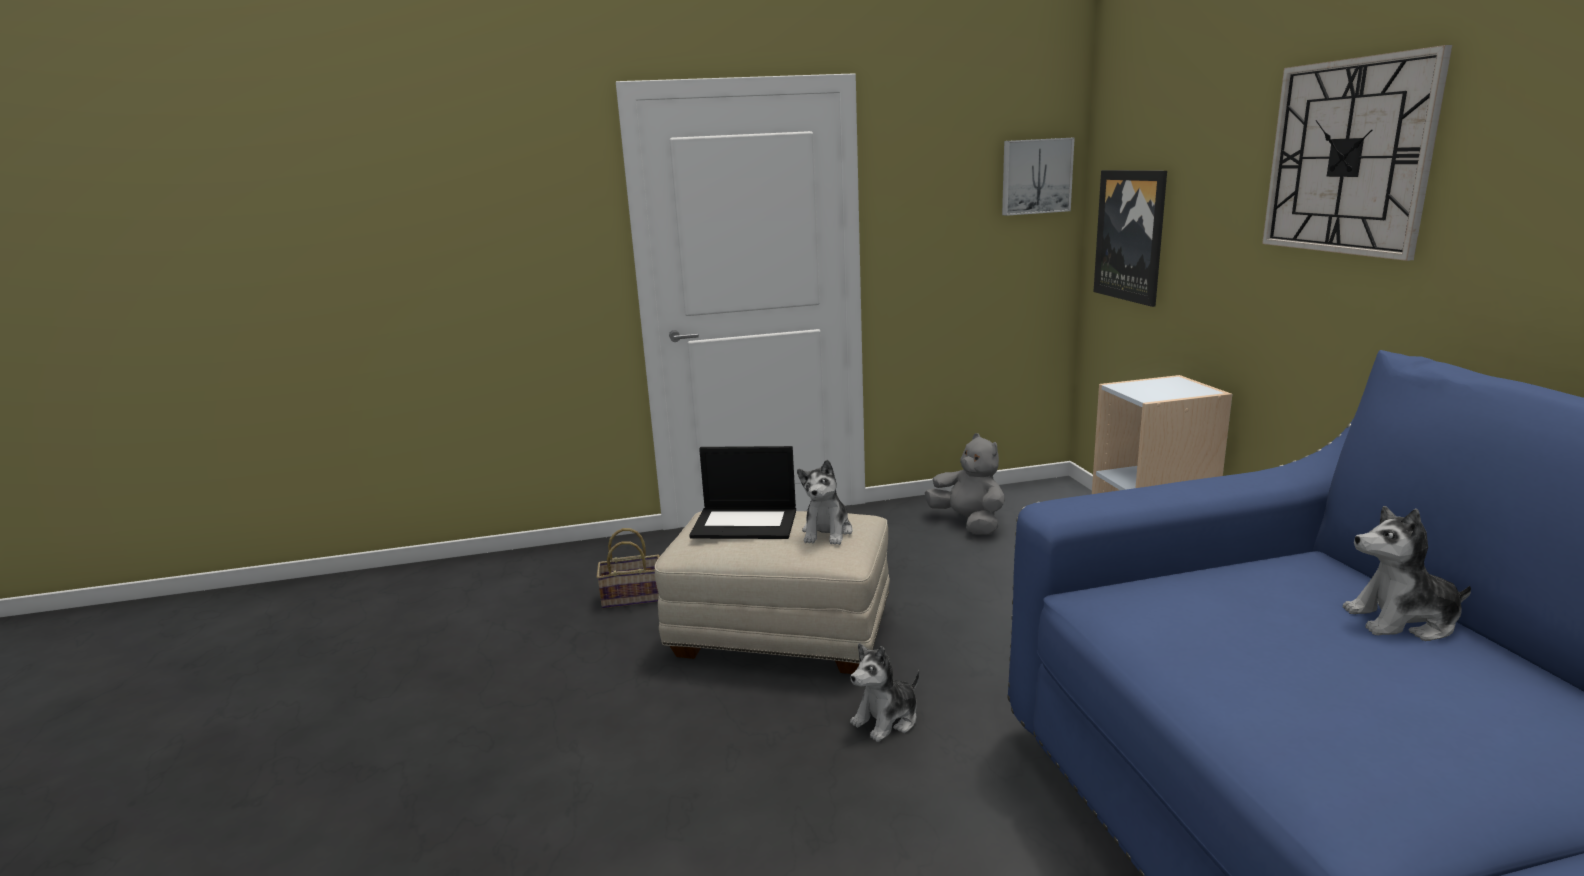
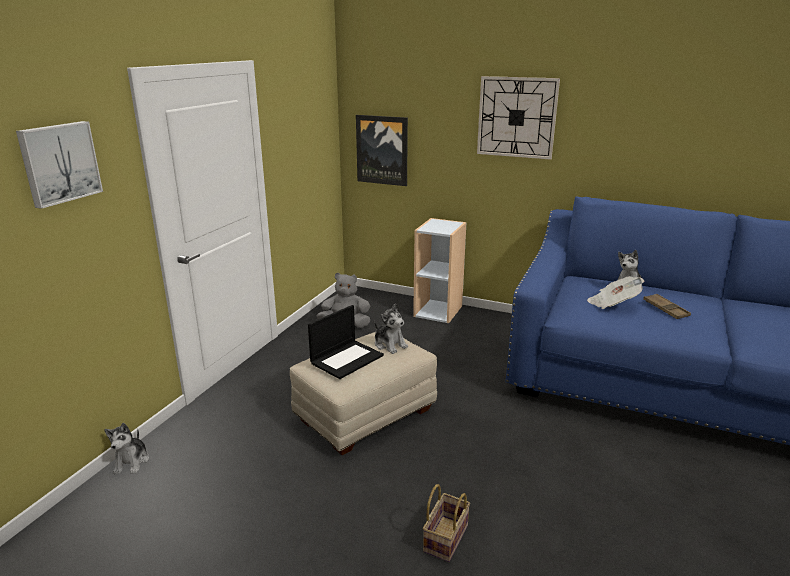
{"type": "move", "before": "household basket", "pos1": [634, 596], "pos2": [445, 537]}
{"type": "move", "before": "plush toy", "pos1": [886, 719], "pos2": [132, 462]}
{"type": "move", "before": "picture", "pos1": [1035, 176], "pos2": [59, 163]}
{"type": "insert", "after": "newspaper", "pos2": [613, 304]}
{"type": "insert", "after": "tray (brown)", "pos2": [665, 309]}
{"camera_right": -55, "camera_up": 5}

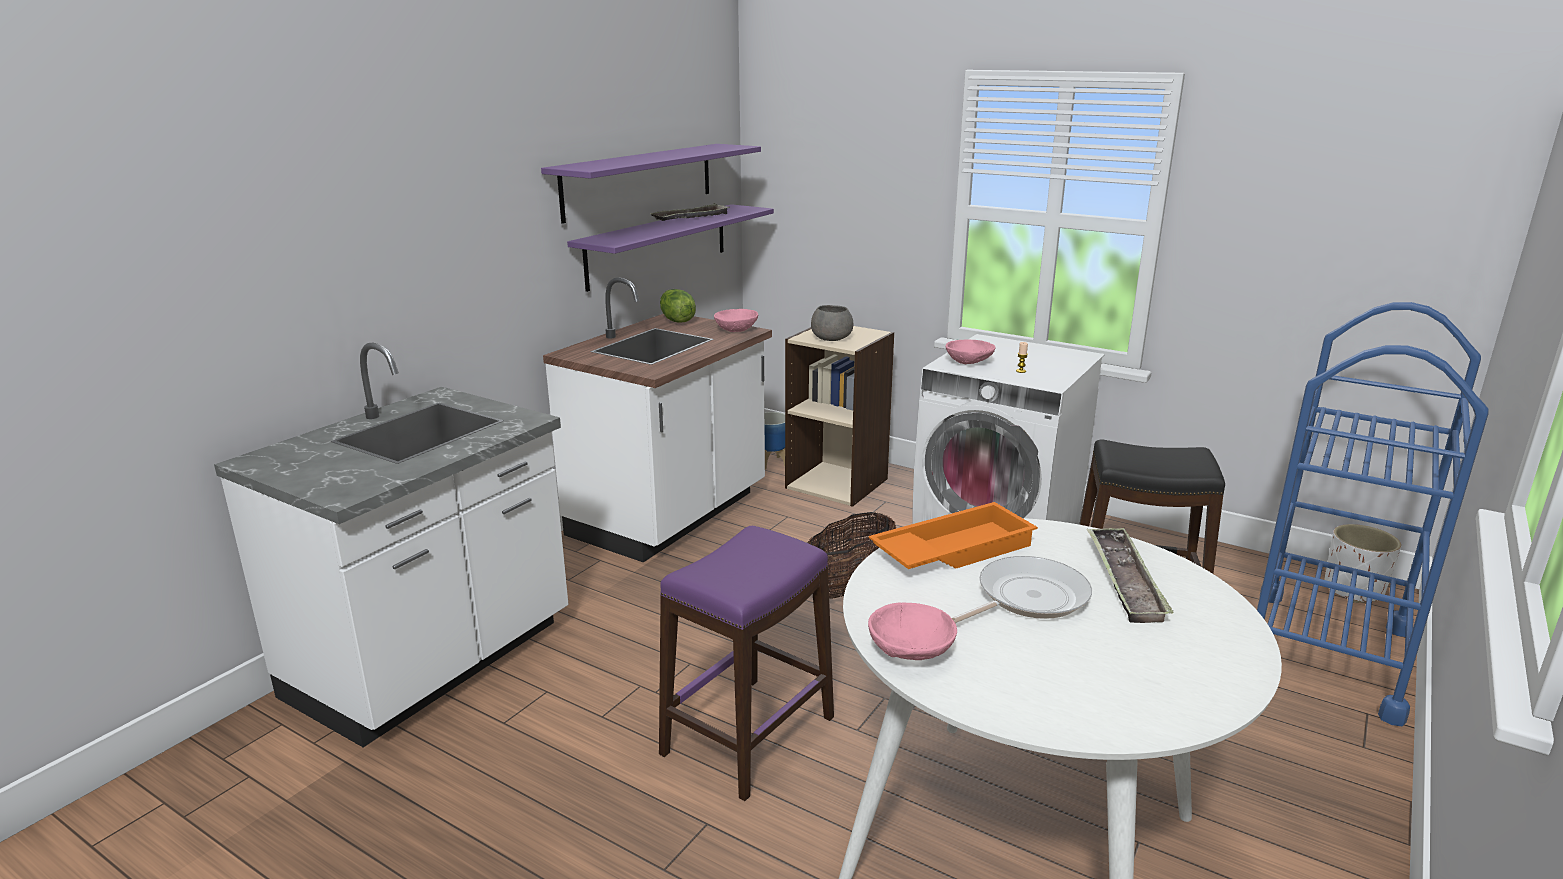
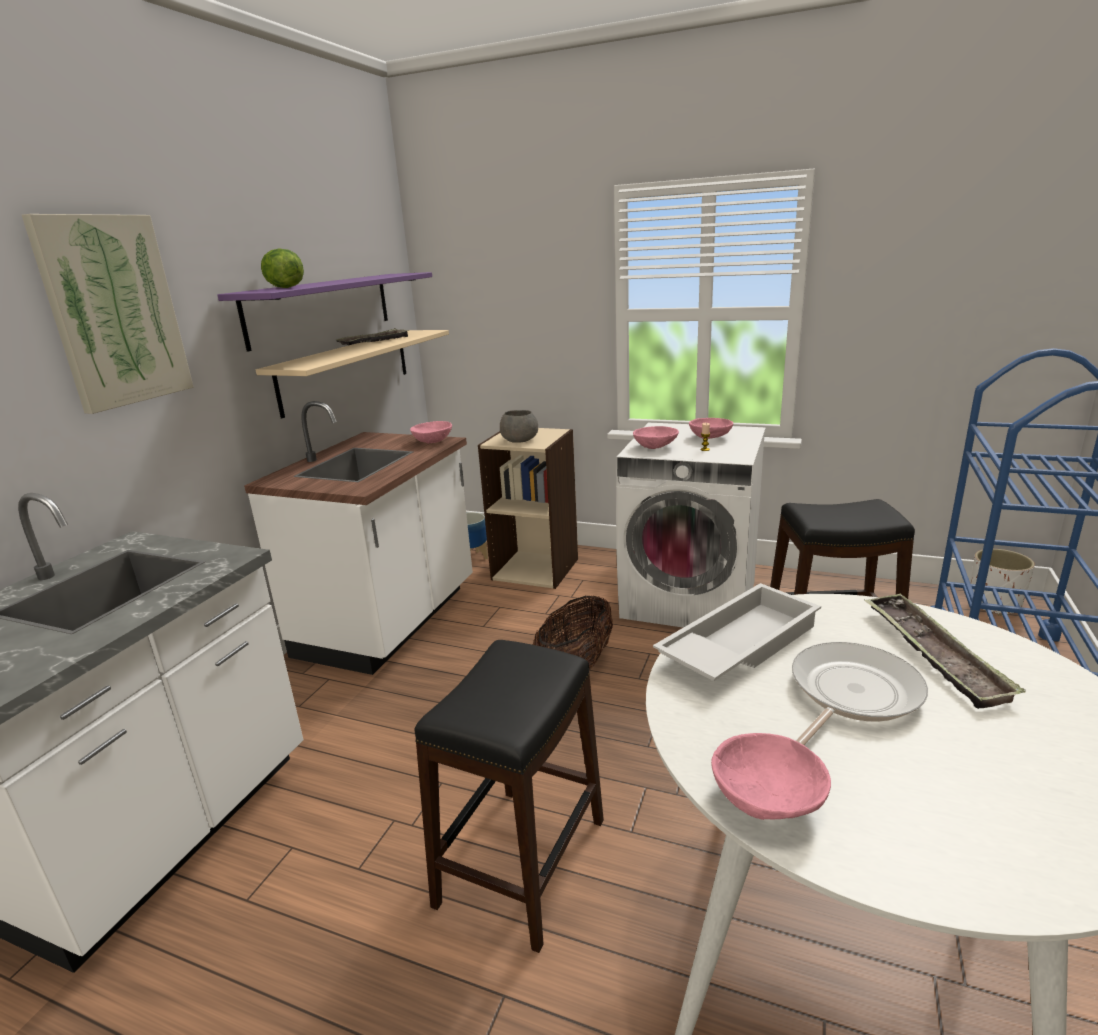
{"type": "recolor", "before": "shelf (purplish)", "after": "shelf (beige-coloured)", "pos1": [658, 245], "pos2": [347, 370]}
{"type": "recolor", "before": "sitting stool (purplish)", "after": "sitting stool (black-coloured)", "pos1": [747, 735], "pos2": [521, 861]}
{"type": "move", "before": "lettuce head", "pos1": [676, 320], "pos2": [283, 287]}
{"type": "recolor", "before": "tray (orange-coloured)", "after": "tray (white-coloured)", "pos1": [952, 549], "pos2": [737, 644]}
{"type": "insert", "after": "picture", "pos2": [114, 311]}
{"type": "insert", "after": "serving bowl (pinkish)", "pos2": [711, 438]}
{"camera_right": -10, "camera_up": 0}

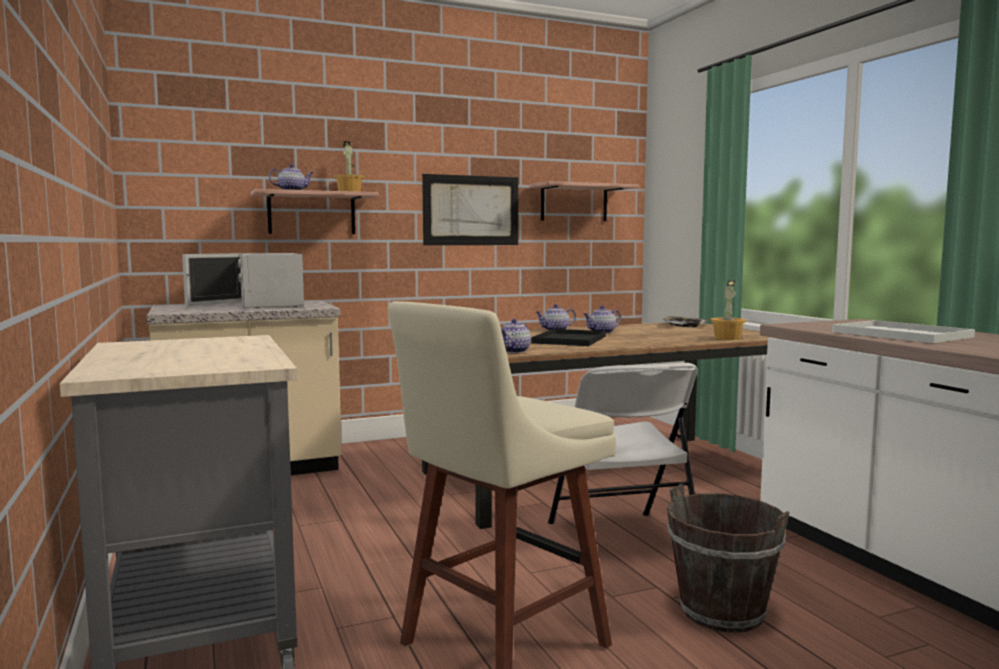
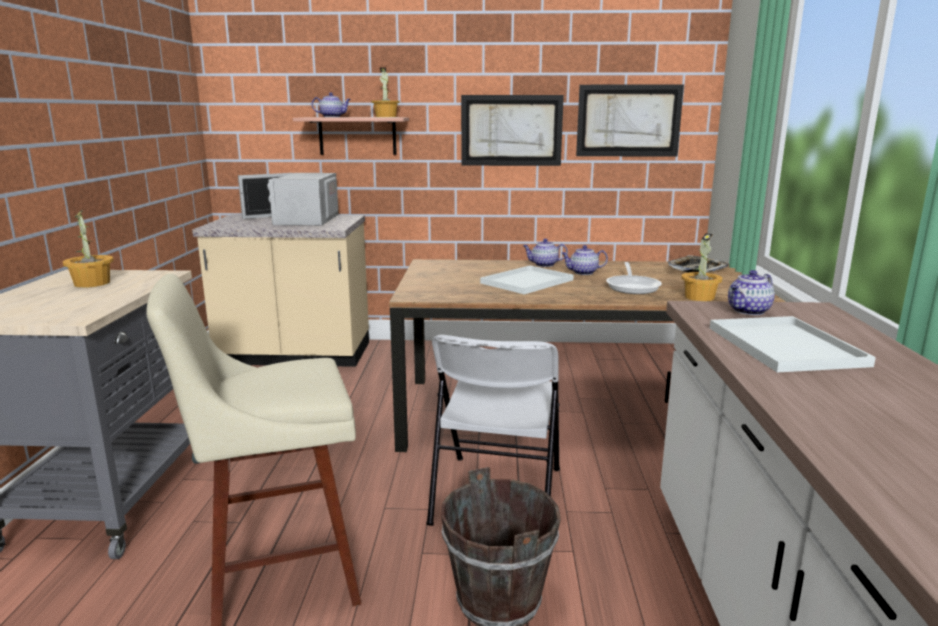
{"type": "move", "before": "tea pot", "pos1": [514, 351], "pos2": [748, 311]}
{"type": "replace", "before": "shelf", "after": "picture", "pos1": [574, 203], "pos2": [628, 121]}
{"type": "recolor", "before": "tray (black-coloured)", "after": "tray (white-coloured)", "pos1": [570, 340], "pos2": [526, 282]}
{"type": "insert", "after": "potted plant", "pos2": [93, 283]}
{"type": "insert", "after": "frying pan", "pos2": [633, 287]}
{"camera_right": 25, "camera_up": 10}

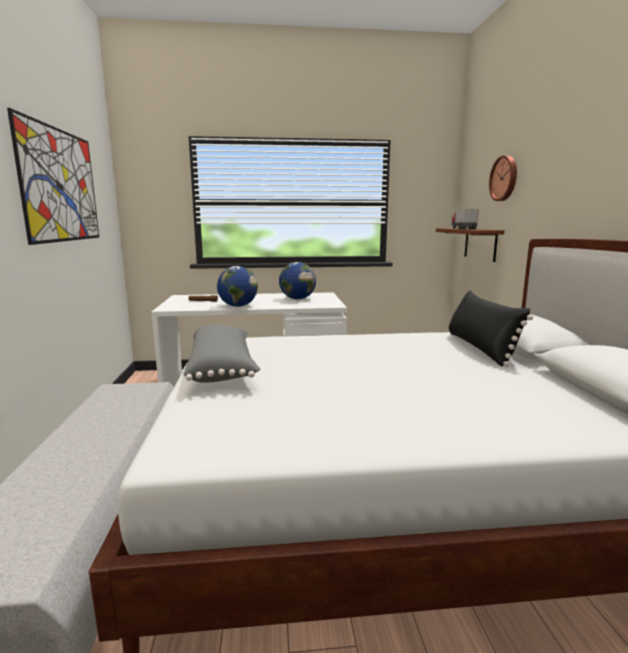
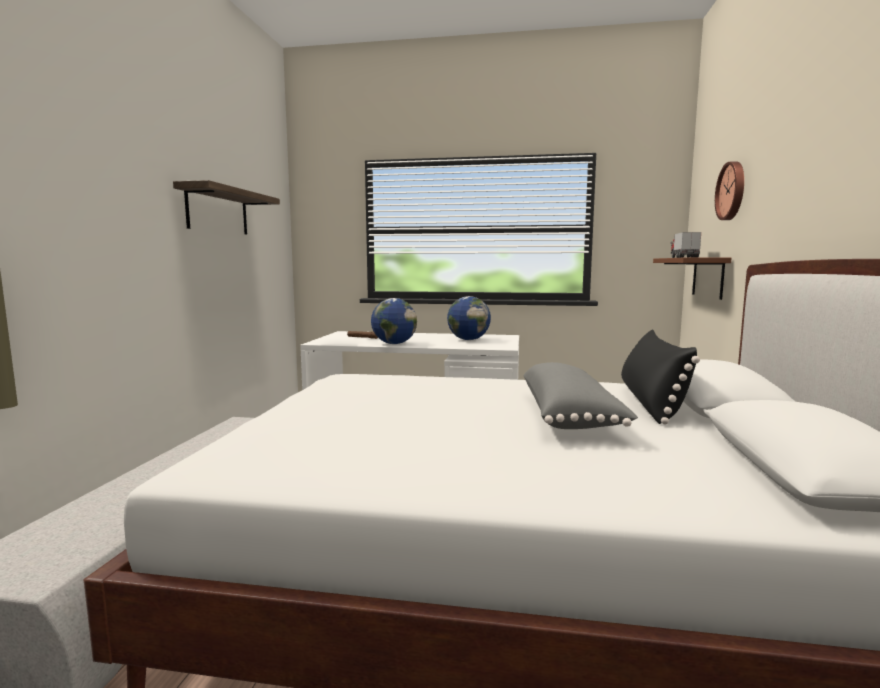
{"type": "replace", "before": "picture", "after": "shelf", "pos1": [61, 185], "pos2": [218, 211]}
{"type": "move", "before": "pillow (grey)", "pos1": [223, 369], "pos2": [570, 416]}
{"camera_right": 15, "camera_up": -5}

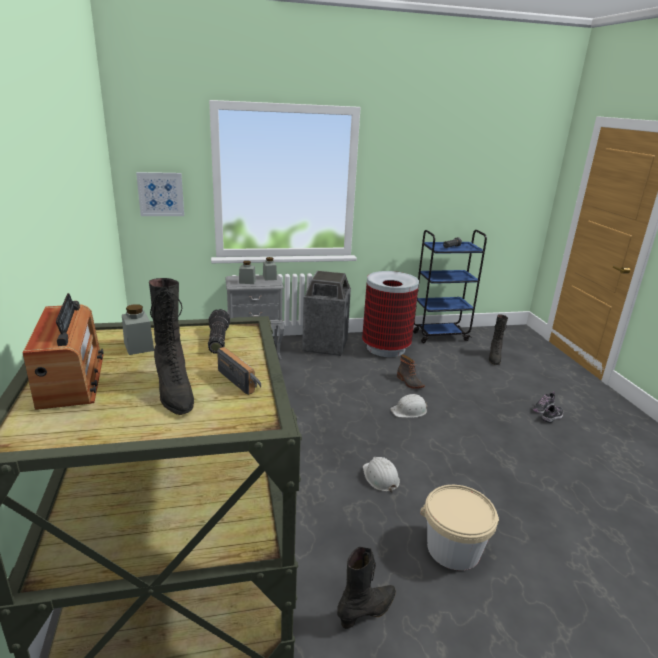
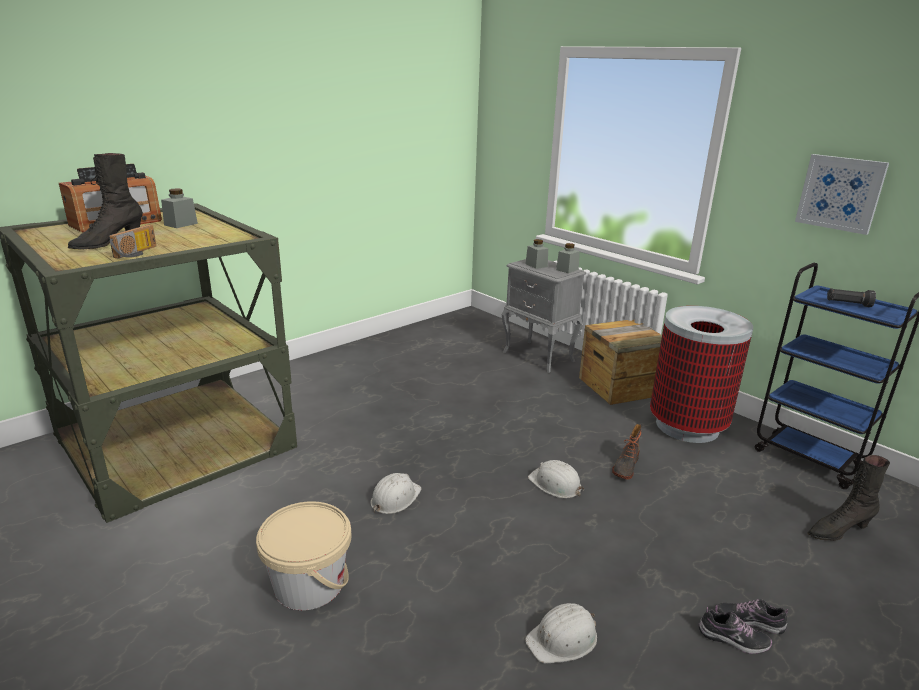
{"type": "move", "before": "picture", "pos1": [161, 194], "pos2": [840, 193]}
{"type": "delete", "before": "hand torch", "pos1": [217, 339]}
{"type": "replace", "before": "rubbish bin", "after": "crate", "pos1": [325, 346], "pos2": [619, 386]}
{"type": "delete", "before": "tall boot (black-coloured)", "pos1": [367, 611]}
{"type": "insert", "after": "safety helmet (white-coloured)", "pos2": [563, 639]}
{"camera_right": 60, "camera_up": 0}

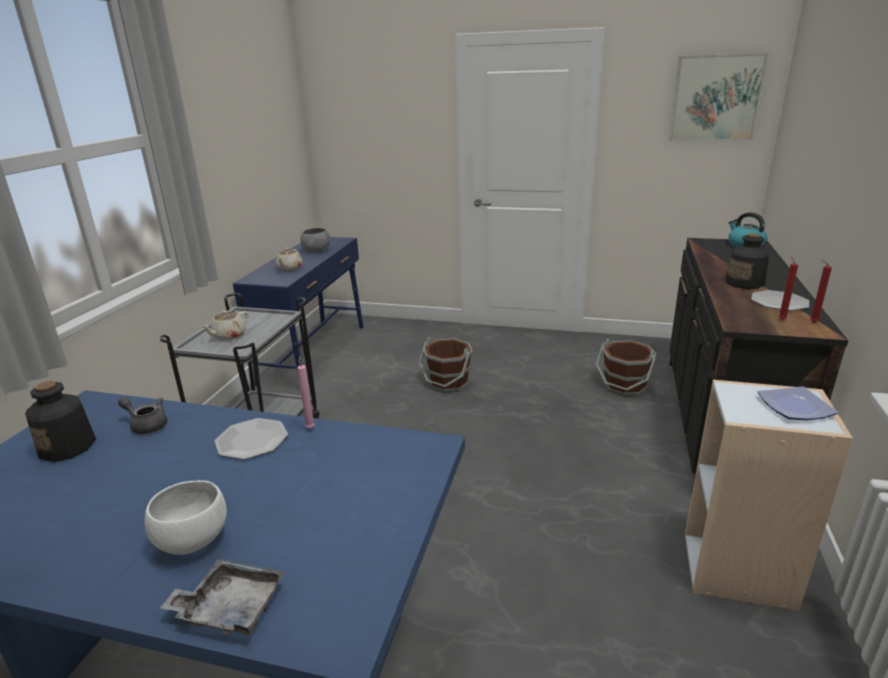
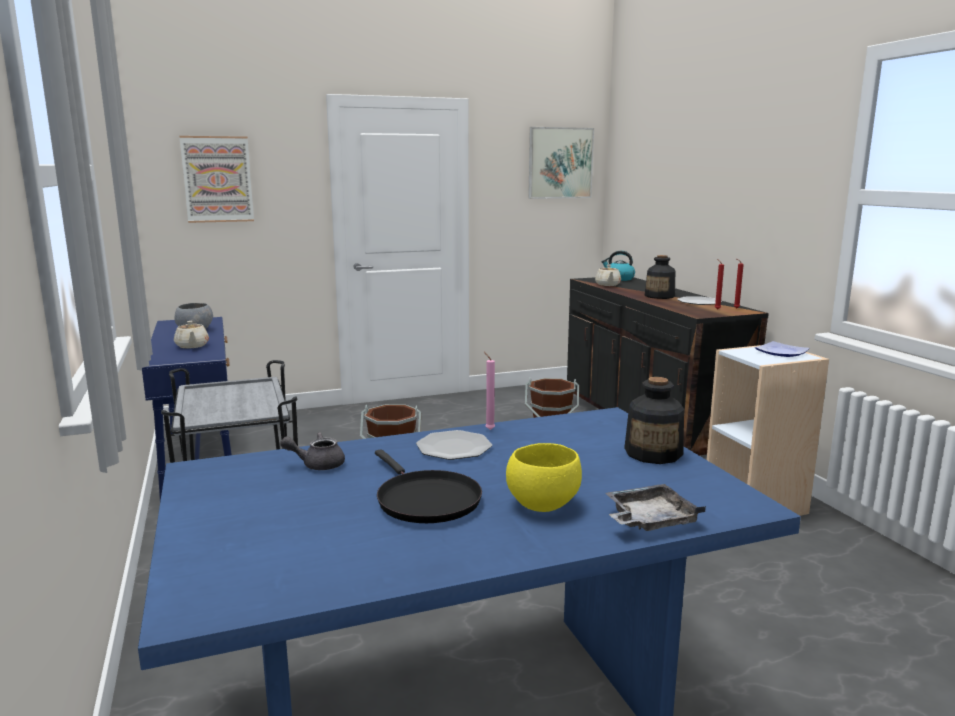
{"type": "move", "before": "beverage bottle", "pos1": [68, 447], "pos2": [653, 453]}
{"type": "recolor", "before": "serving bowl (white-coloured)", "after": "serving bowl (yellowish)", "pos1": [193, 540], "pos2": [541, 504]}
{"type": "move", "before": "tea pot (beige-coloured)", "pos1": [228, 335], "pos2": [607, 285]}
{"type": "insert", "after": "picture", "pos2": [217, 179]}
{"type": "insert", "after": "frying pan (black-coloured)", "pos2": [425, 500]}
{"camera_right": -35, "camera_up": -10}

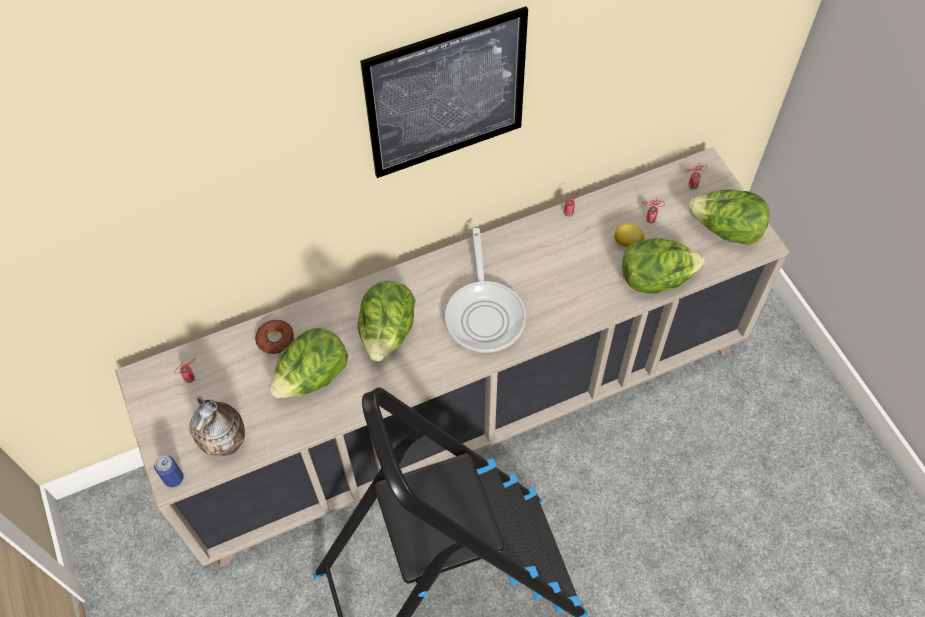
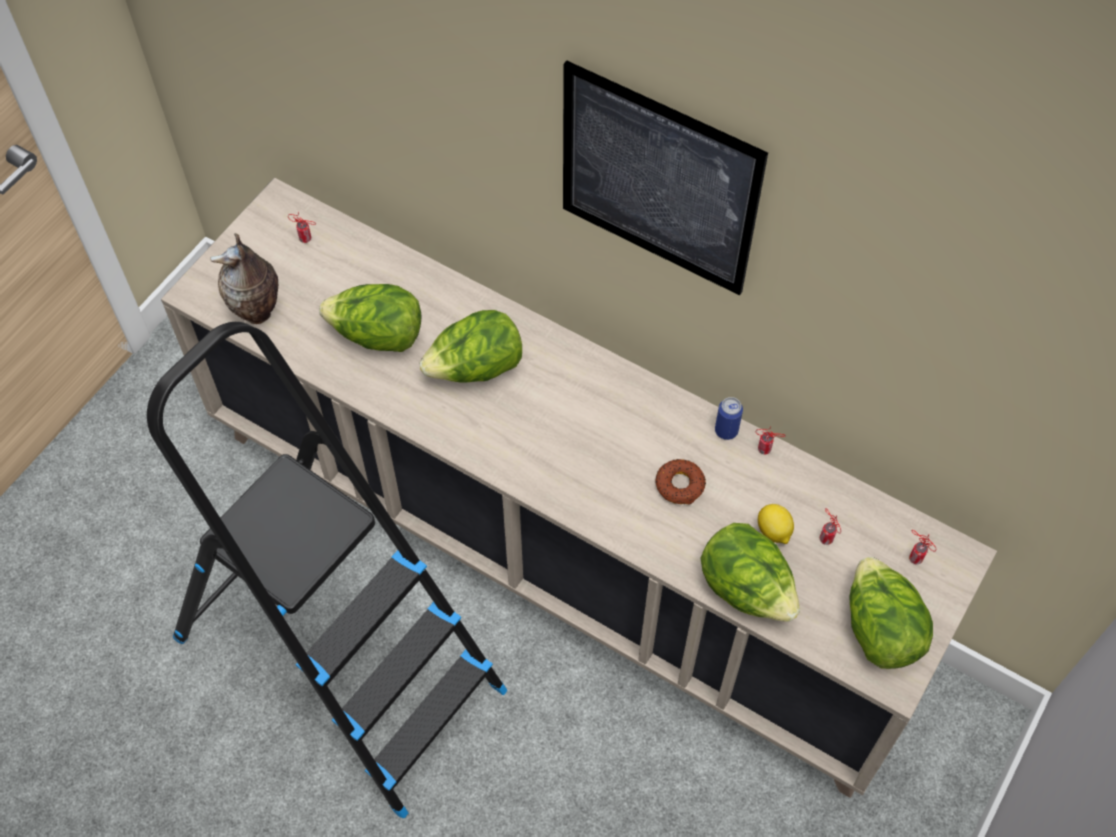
{"type": "move", "before": "can", "pos1": [174, 478], "pos2": [726, 431]}
{"type": "move", "before": "ring doughnut", "pos1": [275, 339], "pos2": [680, 485]}
{"type": "delete", "before": "frying pan", "pos1": [485, 314]}
{"camera_right": 55, "camera_up": 0}

